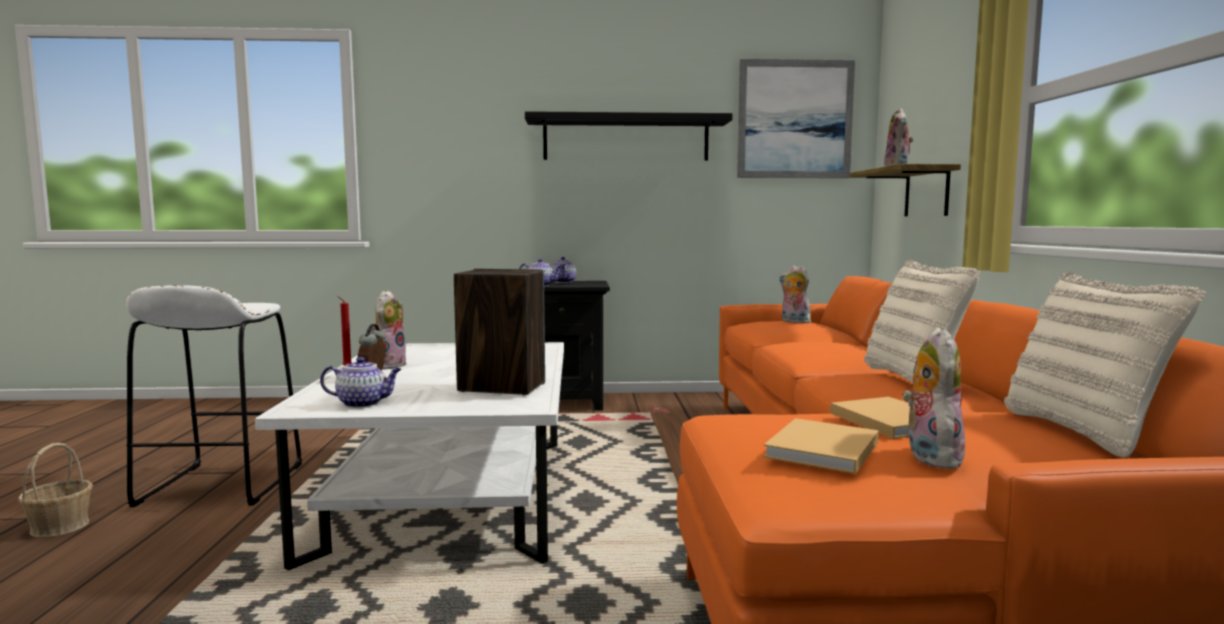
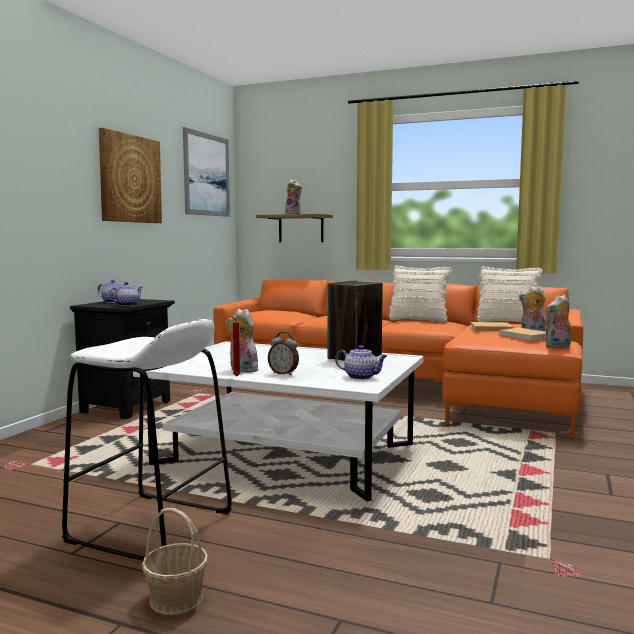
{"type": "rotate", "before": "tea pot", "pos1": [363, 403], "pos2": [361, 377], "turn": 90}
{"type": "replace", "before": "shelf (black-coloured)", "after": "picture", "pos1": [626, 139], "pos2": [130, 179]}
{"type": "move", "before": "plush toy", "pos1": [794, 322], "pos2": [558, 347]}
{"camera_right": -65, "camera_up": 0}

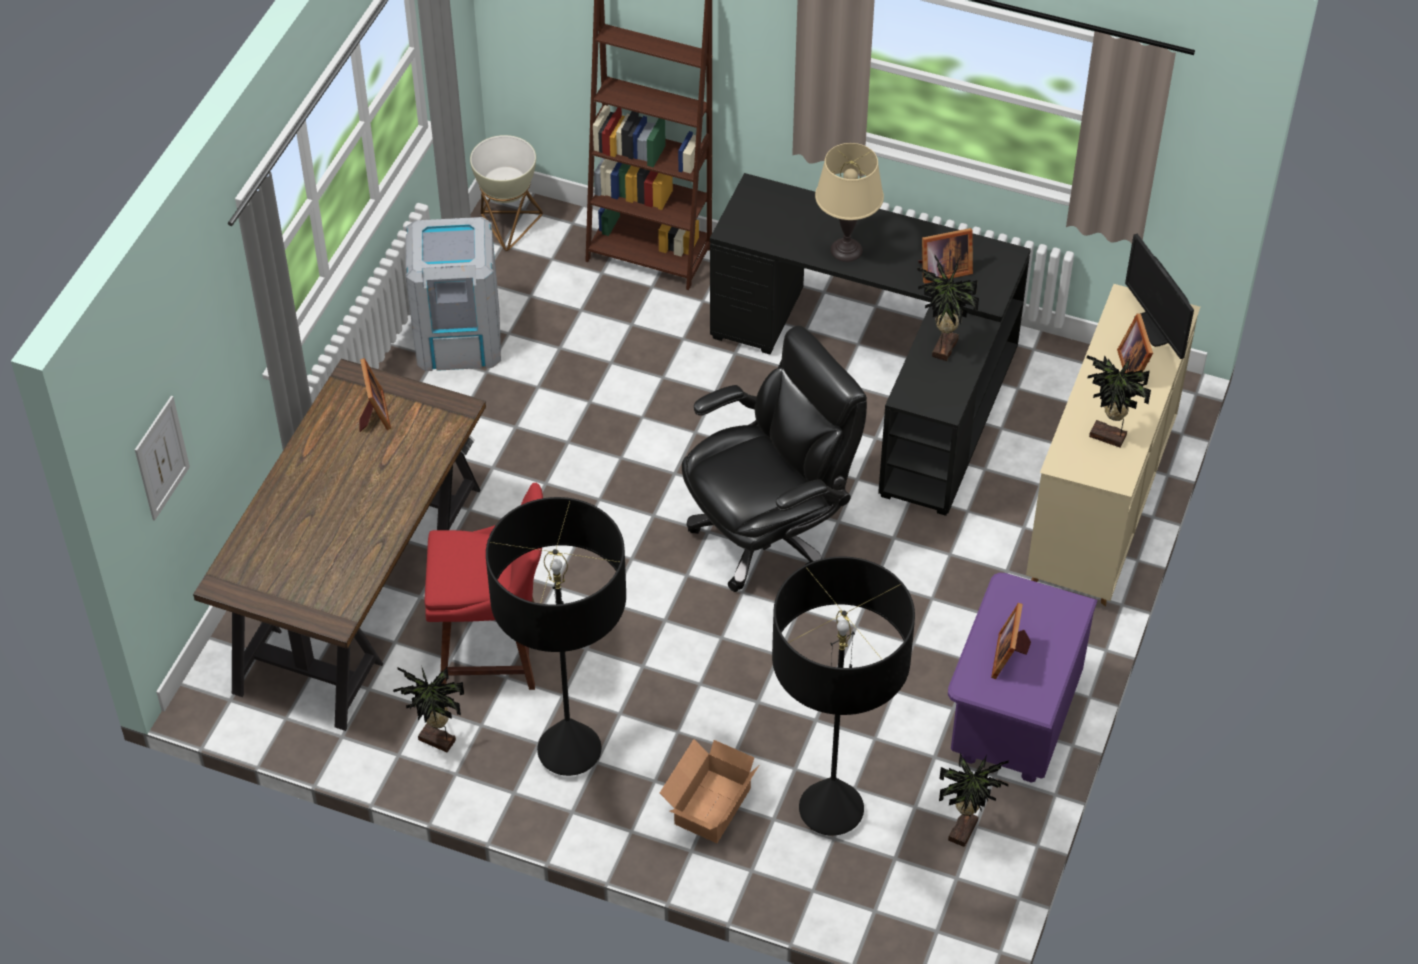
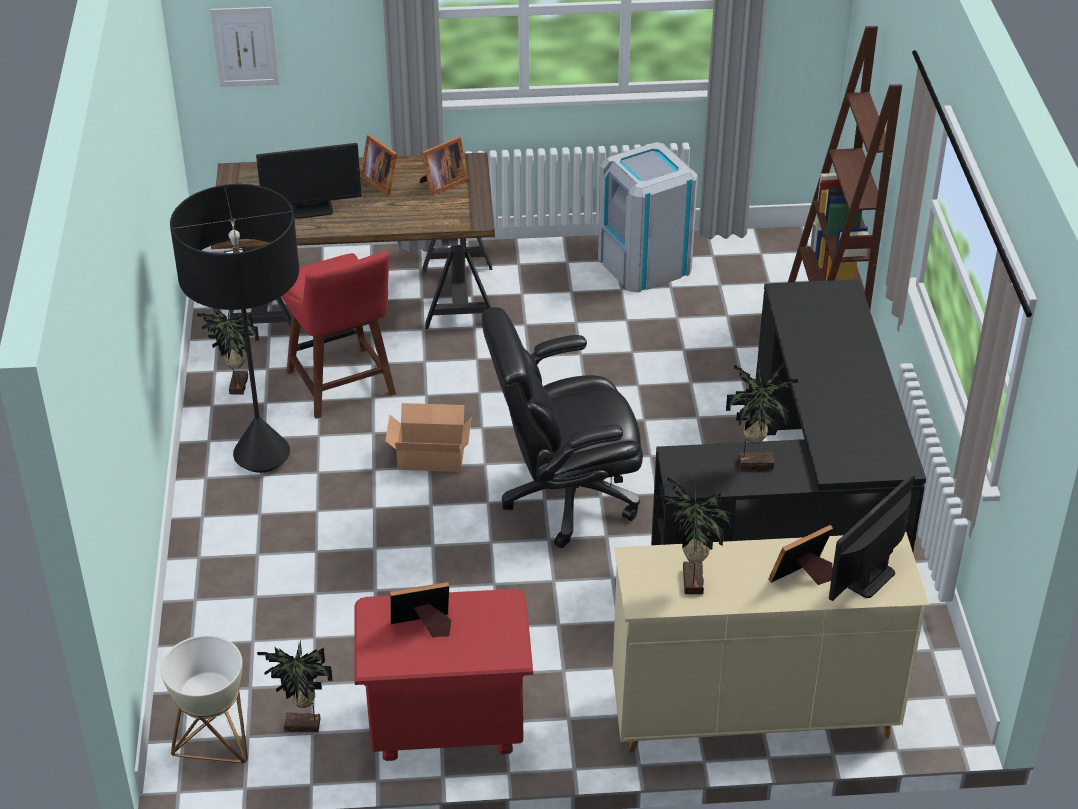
{"type": "move", "before": "plant pot", "pos1": [509, 225], "pos2": [215, 740]}
{"type": "move", "before": "carton", "pos1": [708, 806], "pos2": [429, 454]}
{"type": "rotate", "before": "office chair (black-coloured)", "pos1": [769, 533], "pos2": [562, 497], "turn": 135}
{"type": "delete", "before": "standing lamp (black-coloured)", "pos1": [831, 812]}
{"type": "delete", "before": "table lamp (beige-coloured)", "pos1": [846, 250]}
{"type": "move", "before": "standing frame", "pos1": [942, 270], "pos2": [381, 181]}
{"type": "recolor", "before": "nightstand (purplish)", "after": "nightstand (red-coloured)", "pos1": [1009, 721], "pos2": [445, 721]}
{"type": "insert", "after": "computer display", "pos2": [312, 209]}
{"camera_right": 65, "camera_up": -10}

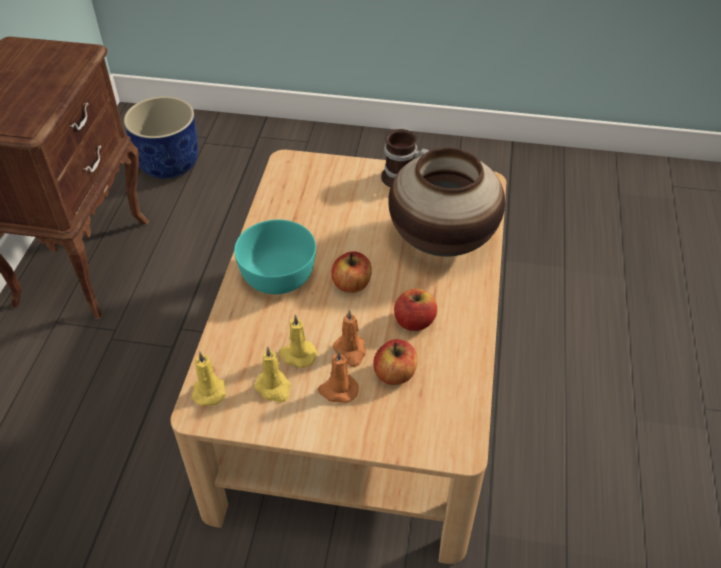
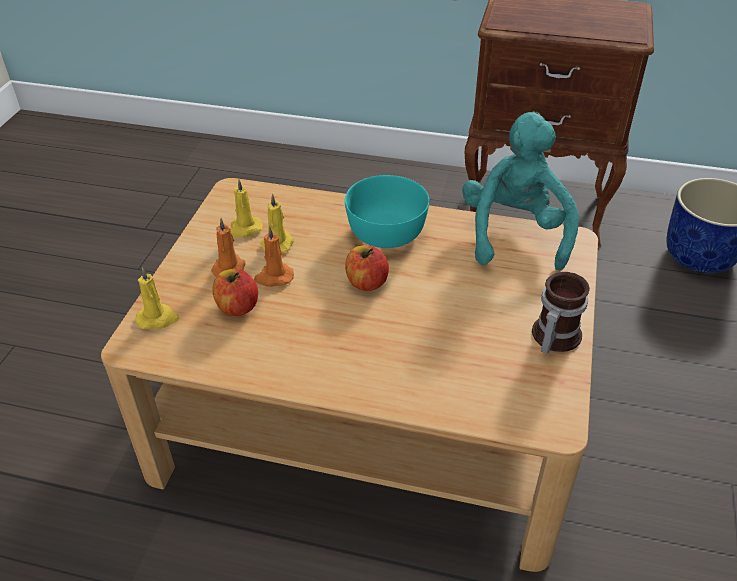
{"type": "move", "before": "candle (yellowish)", "pos1": [209, 390], "pos2": [158, 318]}
{"type": "delete", "before": "decorative vase", "pos1": [442, 241]}
{"type": "delete", "before": "whole apple", "pos1": [414, 321]}
{"type": "insert", "after": "plush toy (turquoise-coloured)", "pos2": [514, 233]}
{"camera_right": 95, "camera_up": -5}

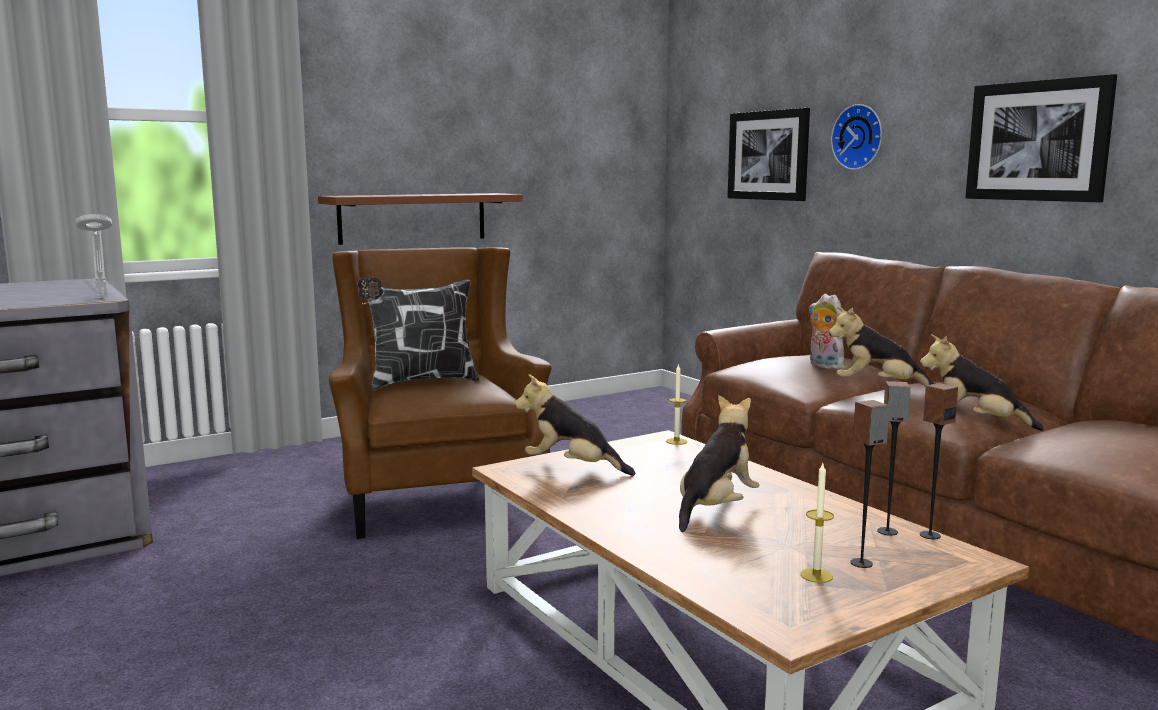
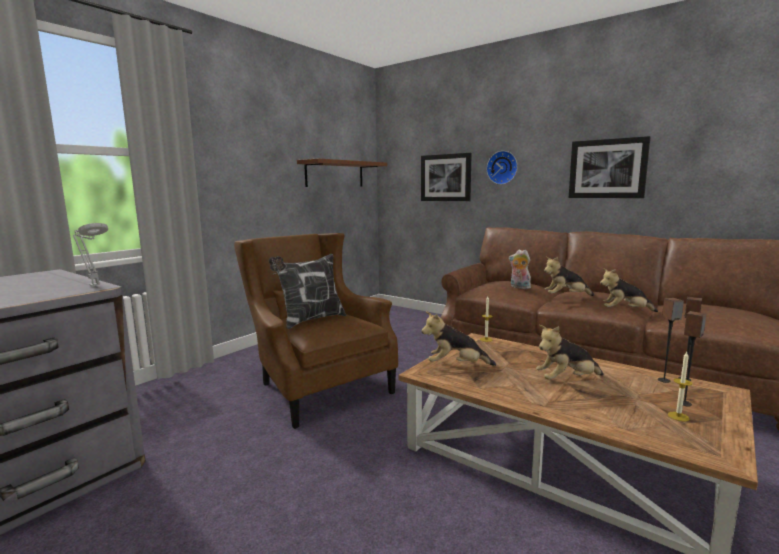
{"type": "move", "before": "shelf (brown)", "pos1": [413, 218], "pos2": [335, 174]}
{"type": "rotate", "before": "plush toy", "pos1": [716, 508], "pos2": [567, 380], "turn": -120}
{"camera_right": -20, "camera_up": 0}

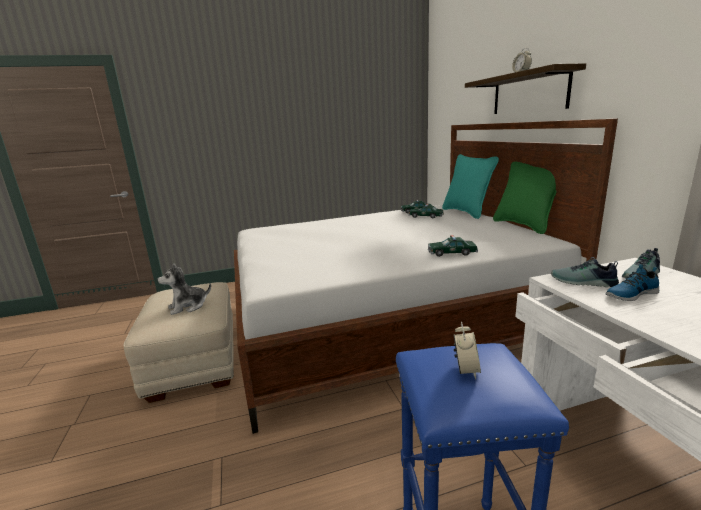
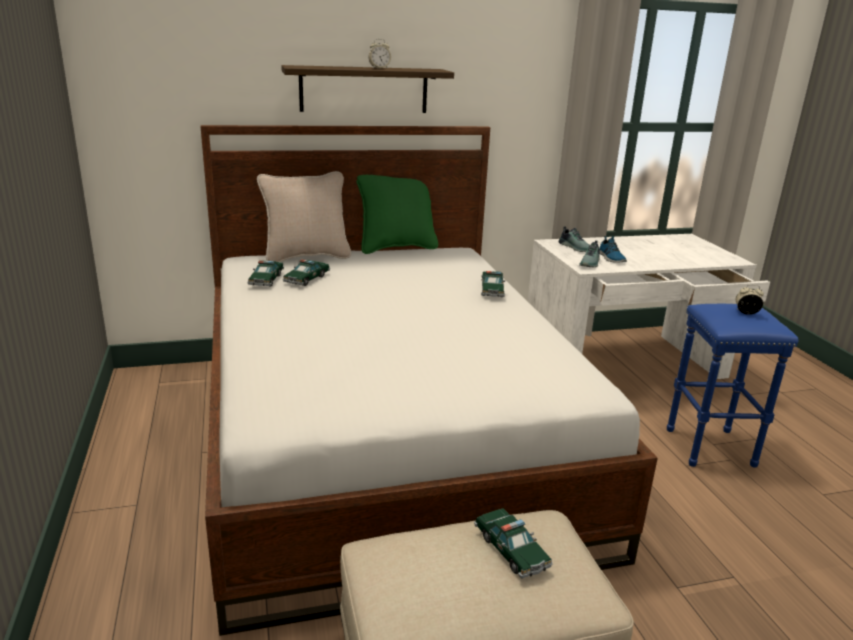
{"type": "replace", "before": "plush toy", "after": "model car", "pos1": [188, 306], "pos2": [511, 550]}
{"type": "recolor", "before": "pillow (turquoise-coloured)", "after": "pillow (beige-coloured)", "pos1": [466, 212], "pos2": [306, 257]}
{"camera_right": -90, "camera_up": 5}

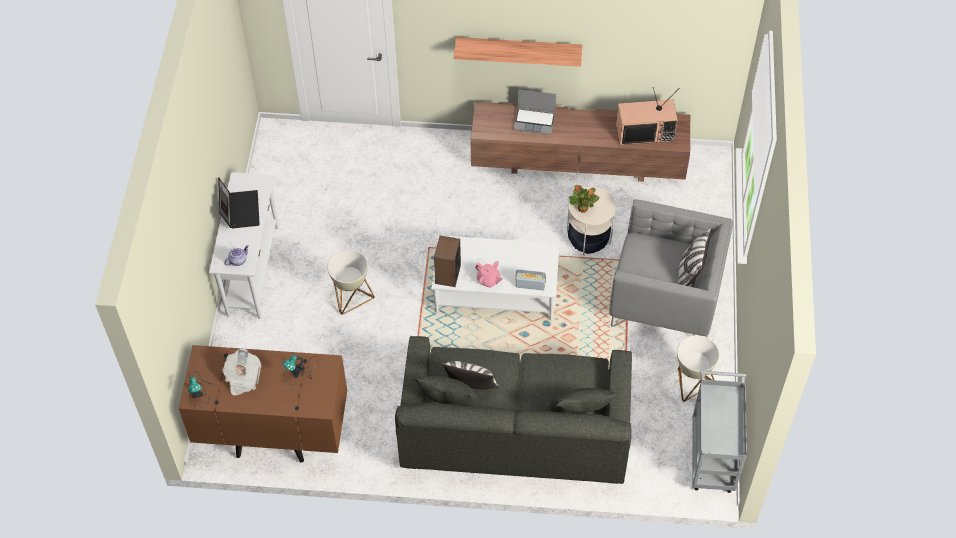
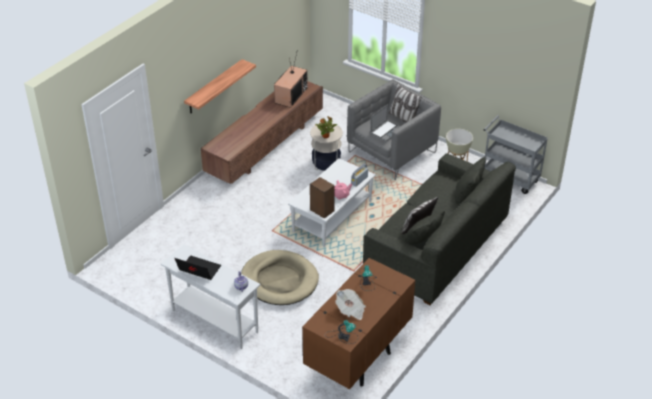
{"type": "replace", "before": "plant pot", "after": "dog bed (beige-coloured)", "pos1": [352, 297], "pos2": [279, 280]}
{"type": "move", "before": "notebook computer", "pos1": [535, 121], "pos2": [386, 131]}
{"camera_right": -60, "camera_up": -15}

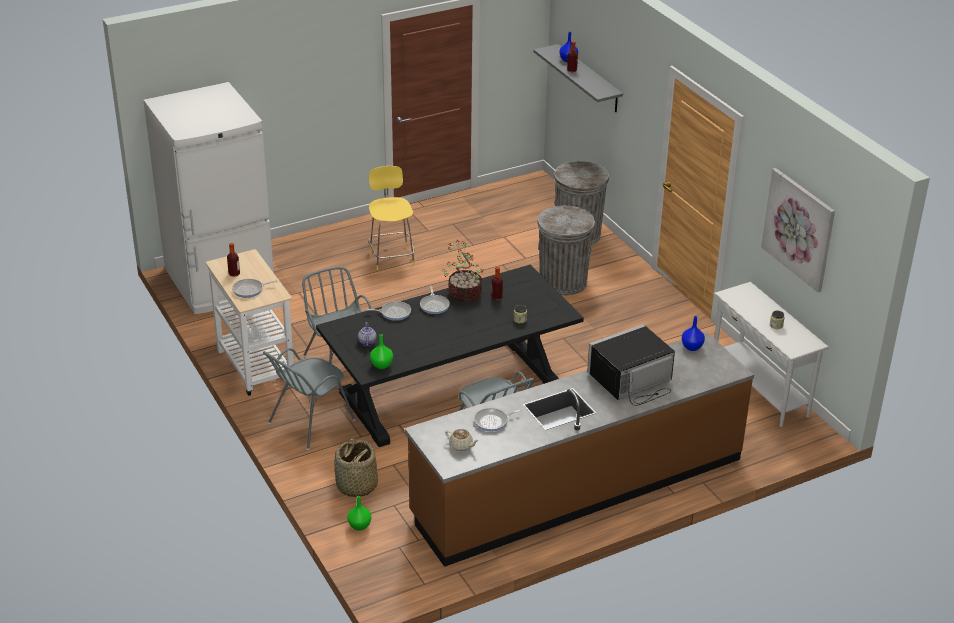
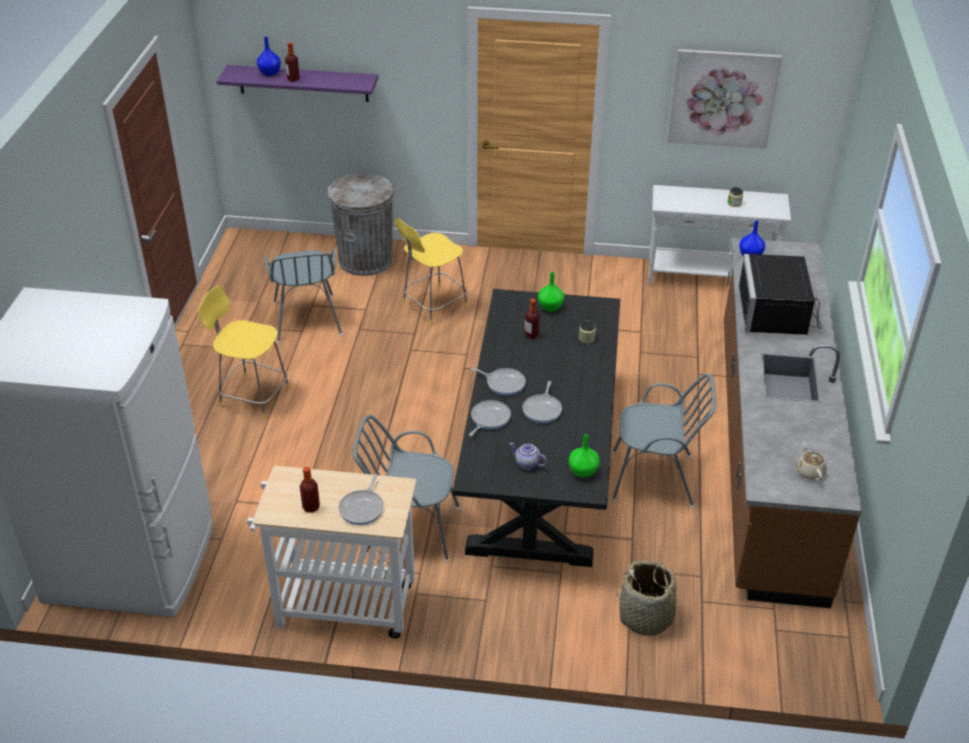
{"type": "move", "before": "upright chair (grey)", "pos1": [309, 423], "pos2": [307, 320]}
{"type": "move", "before": "decorative vase (green-coloured)", "pos1": [359, 526], "pos2": [550, 307]}
{"type": "delete", "before": "potted plant", "pos1": [464, 294]}
{"type": "rotate", "before": "tea pot (beige-coloured)", "pos1": [461, 446], "pos2": [809, 471], "turn": -75}
{"type": "move", "before": "frying pan", "pos1": [493, 421], "pos2": [542, 409]}
{"type": "recolor", "before": "shelf (grey)", "after": "shelf (purplish)", "pos1": [589, 79], "pos2": [303, 83]}
{"type": "replace", "before": "rubbish bin (grey)", "after": "sitting stool (yellowish)", "pos1": [563, 282], "pos2": [433, 306]}
{"camera_right": -55, "camera_up": 5}

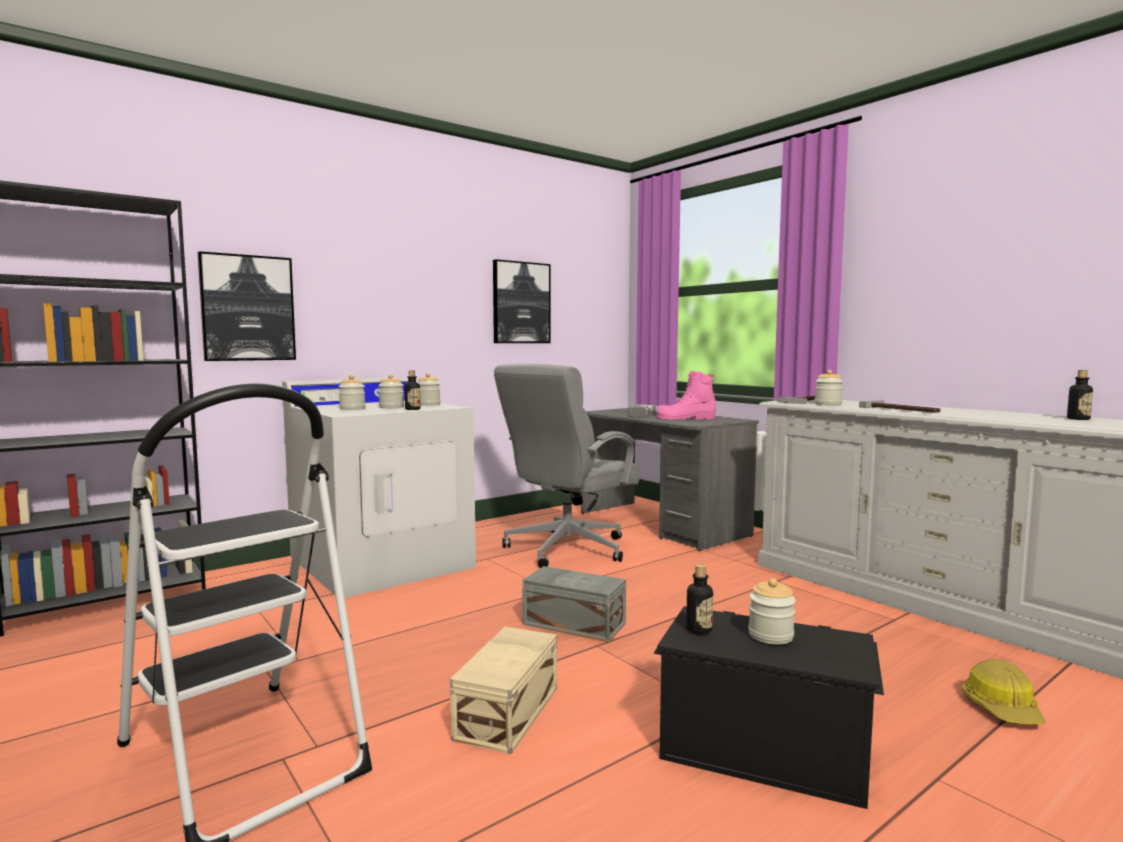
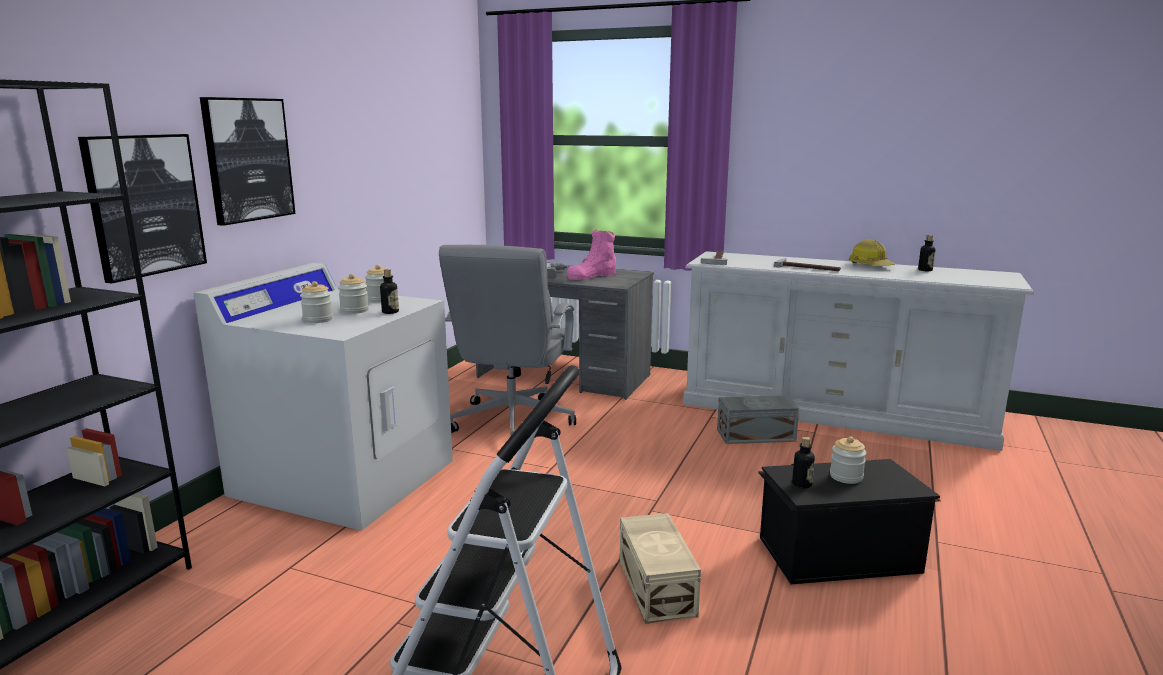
{"type": "move", "before": "picture", "pos1": [521, 303], "pos2": [248, 159]}
{"type": "move", "before": "storage box (grey)", "pos1": [573, 623], "pos2": [754, 435]}
{"type": "delete", "before": "storage jar", "pos1": [828, 404]}
{"type": "move", "before": "safety helmet", "pos1": [1002, 708], "pos2": [870, 265]}
{"camera_right": -30, "camera_up": 10}

